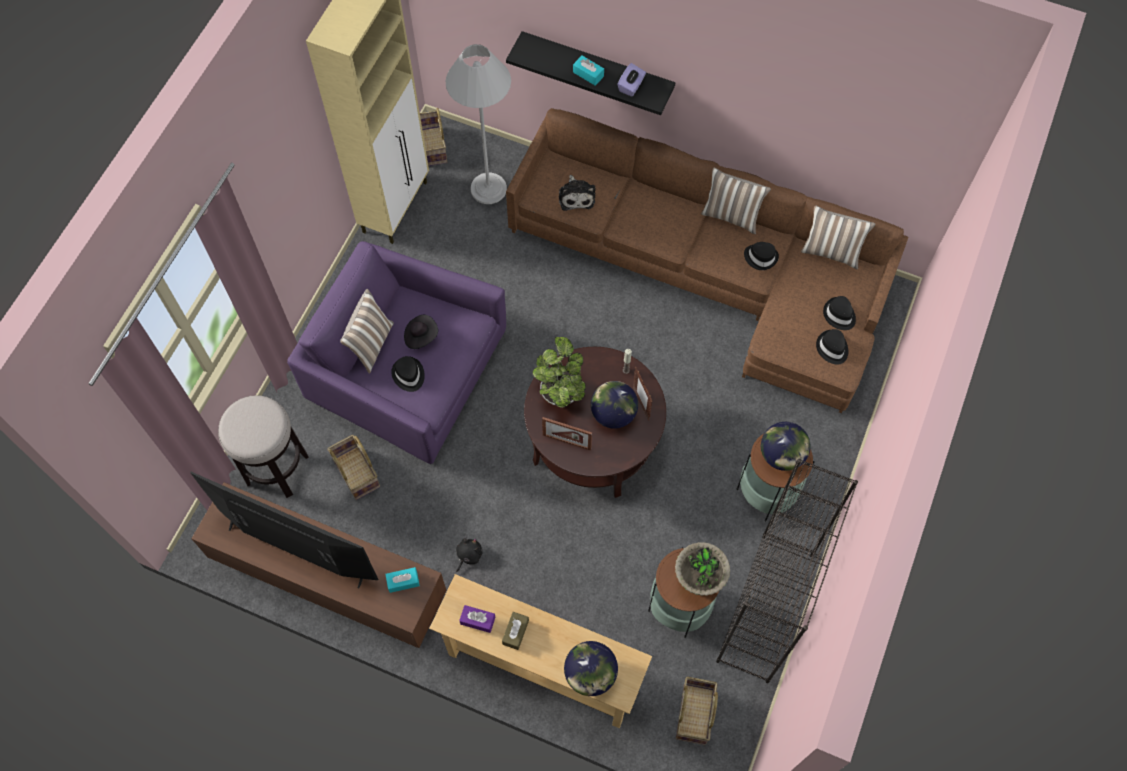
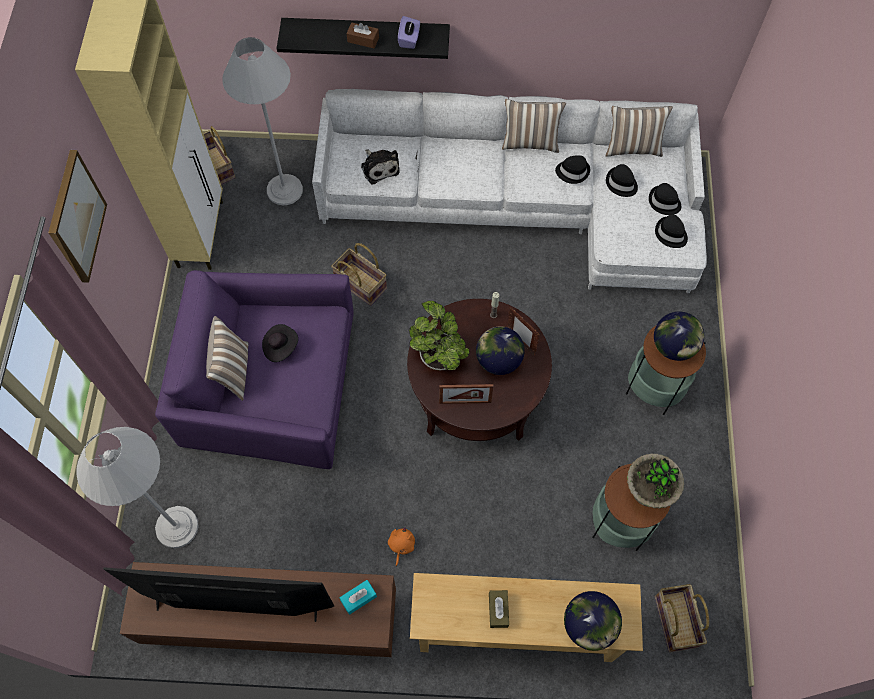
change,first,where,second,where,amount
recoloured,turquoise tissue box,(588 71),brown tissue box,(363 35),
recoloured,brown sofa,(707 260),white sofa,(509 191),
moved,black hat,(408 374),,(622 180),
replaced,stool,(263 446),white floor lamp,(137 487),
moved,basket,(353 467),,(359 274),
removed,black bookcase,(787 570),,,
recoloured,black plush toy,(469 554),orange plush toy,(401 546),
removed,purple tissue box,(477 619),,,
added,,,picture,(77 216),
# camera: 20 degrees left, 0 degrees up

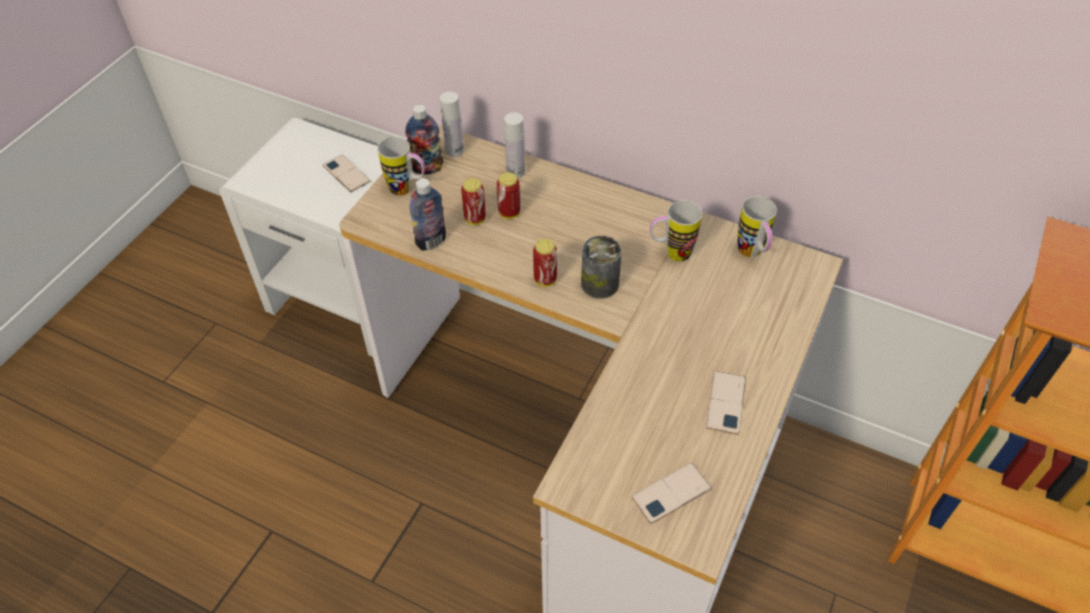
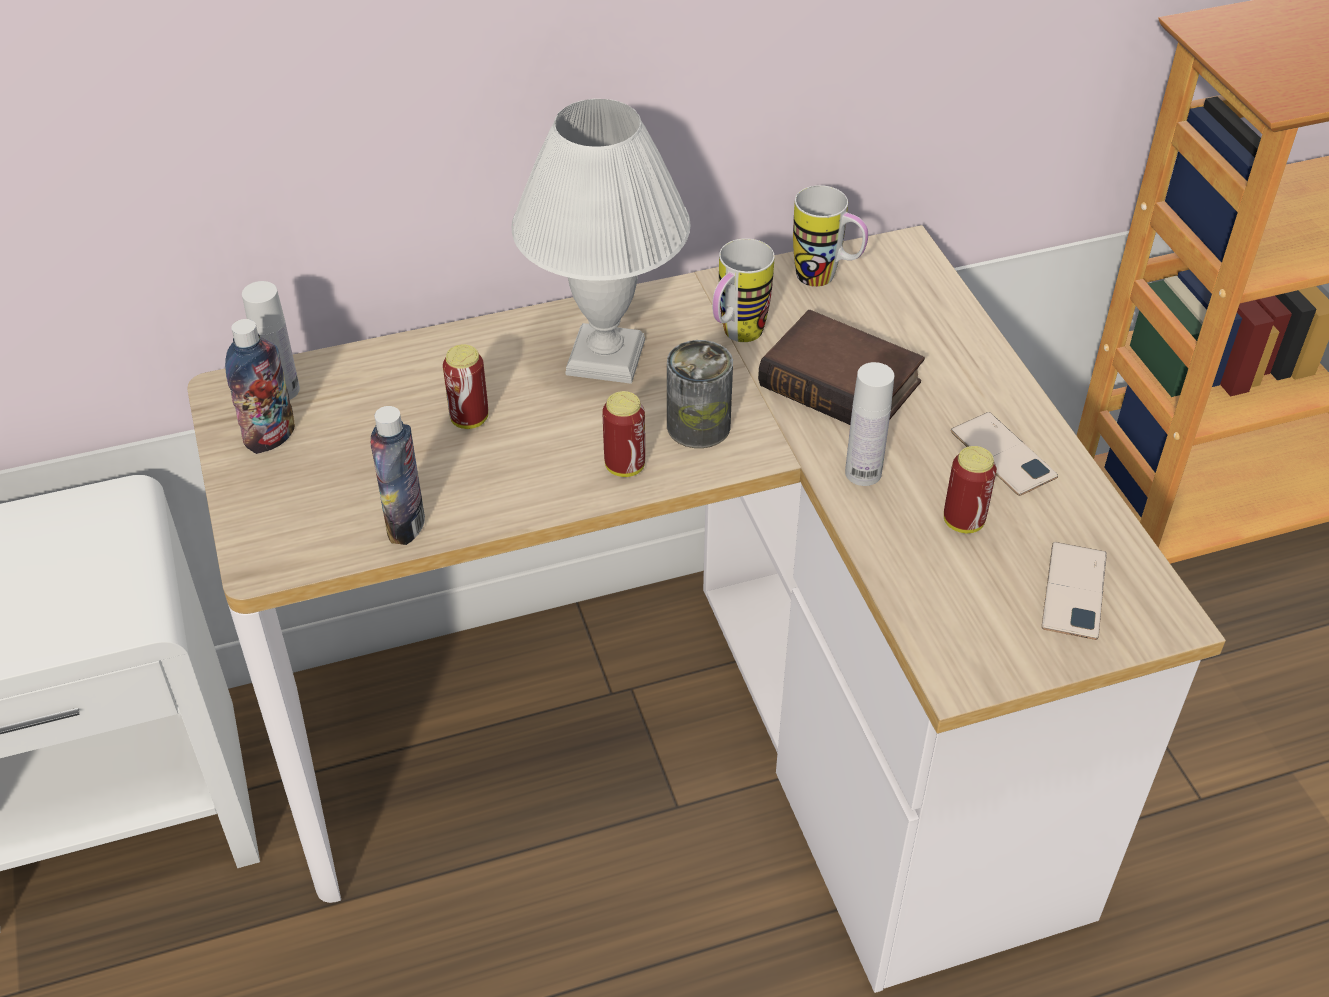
change,first,where,second,where,amount
moved,white bottle,(514 145),,(869 424),
removed,mug,(401 166),,,
removed,phone,(346 173),,,
moved,can,(473 201),,(970 489),
added,,,white table lamp,(601 241),
added,,,book,(841 367),
# camera: 45 degrees left, 5 degrees down

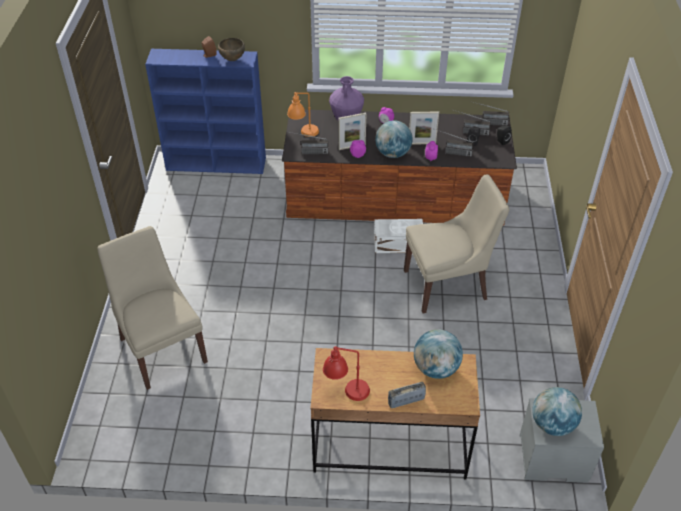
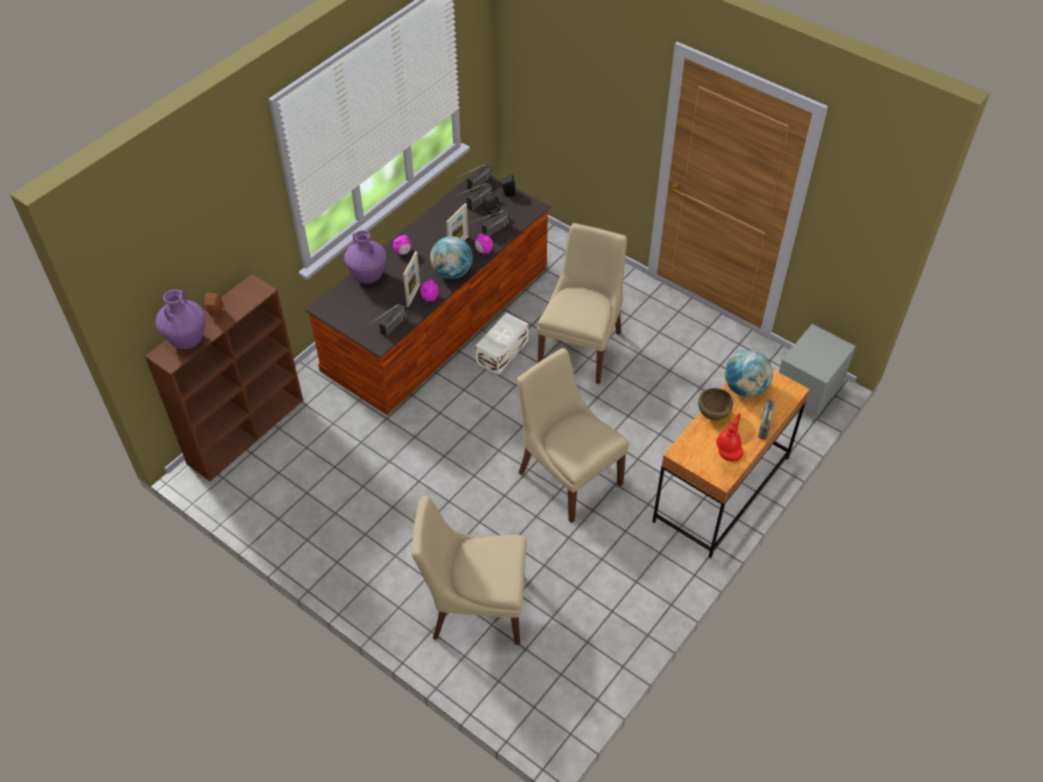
change,first,where,second,where,amount
moved,brown bowl,(231 49),,(715 404),
recoloured,blue bookcase,(205 111),brown bookcase,(224 377),
removed,orange table lamp,(303 114),,,
removed,globe,(557 411),,,
added,,,purple vase,(180 319),
added,,,beige chair,(573 435),
# camera: 55 degrees left, 5 degrees up

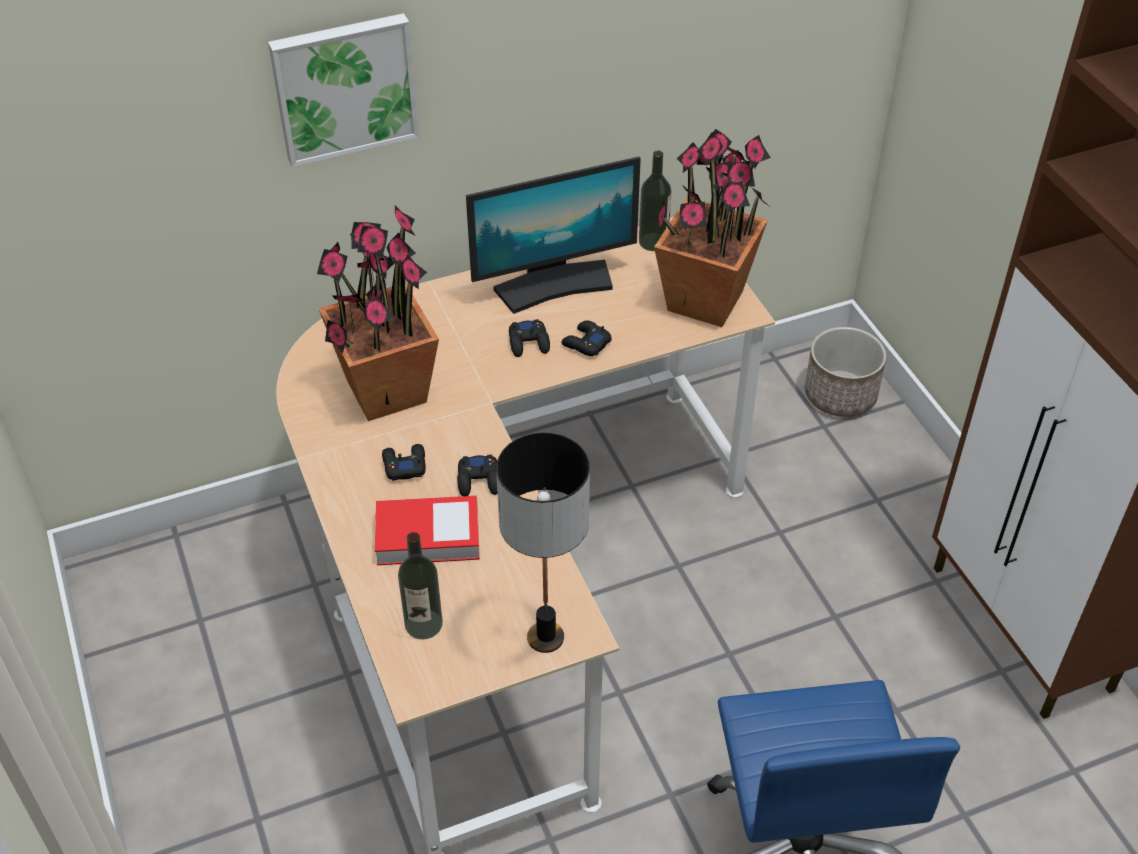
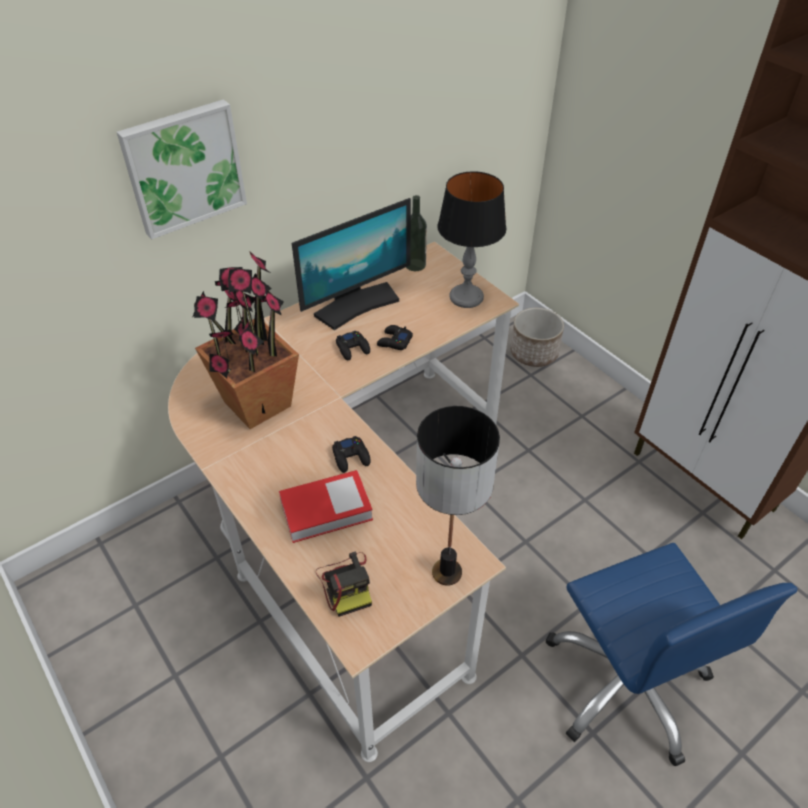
change,first,where,second,where,amount
replaced,potted plant,(712 228),table lamp,(471 239),
removed,black game controller,(404 462),,,
replaced,bottle,(420 585),photo camera,(344 584),
# camera: 15 degrees left, 0 degrees up

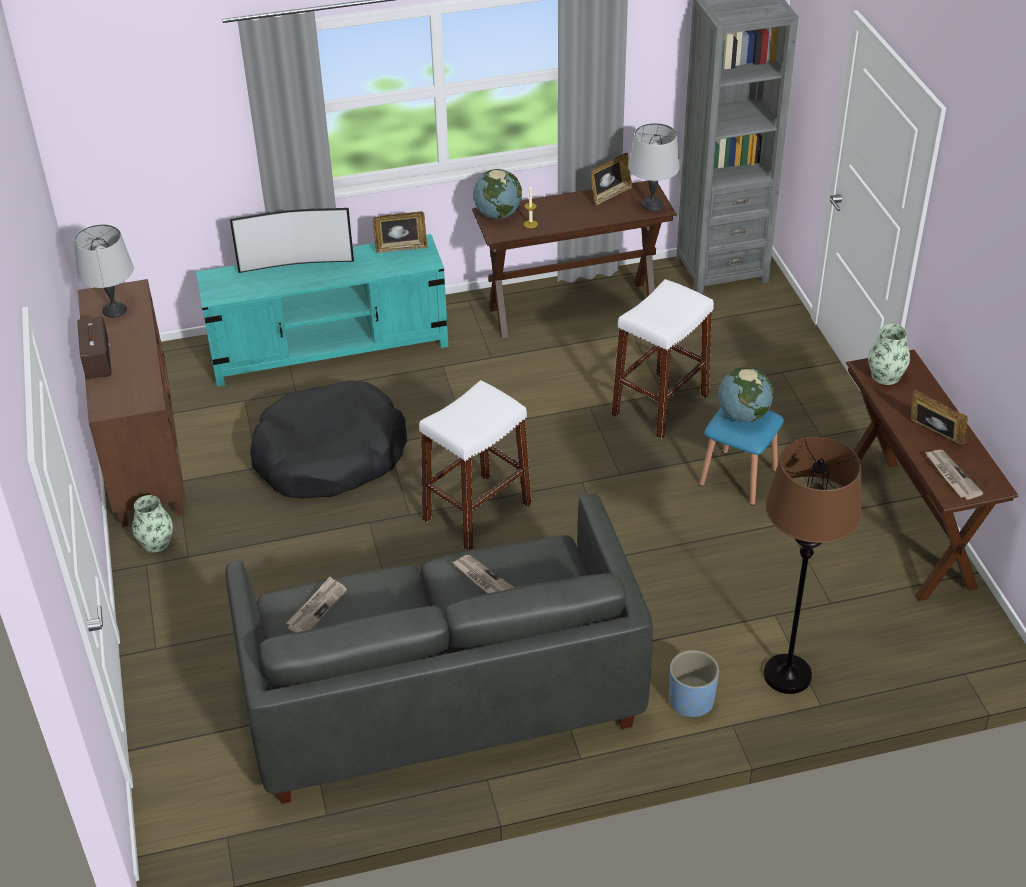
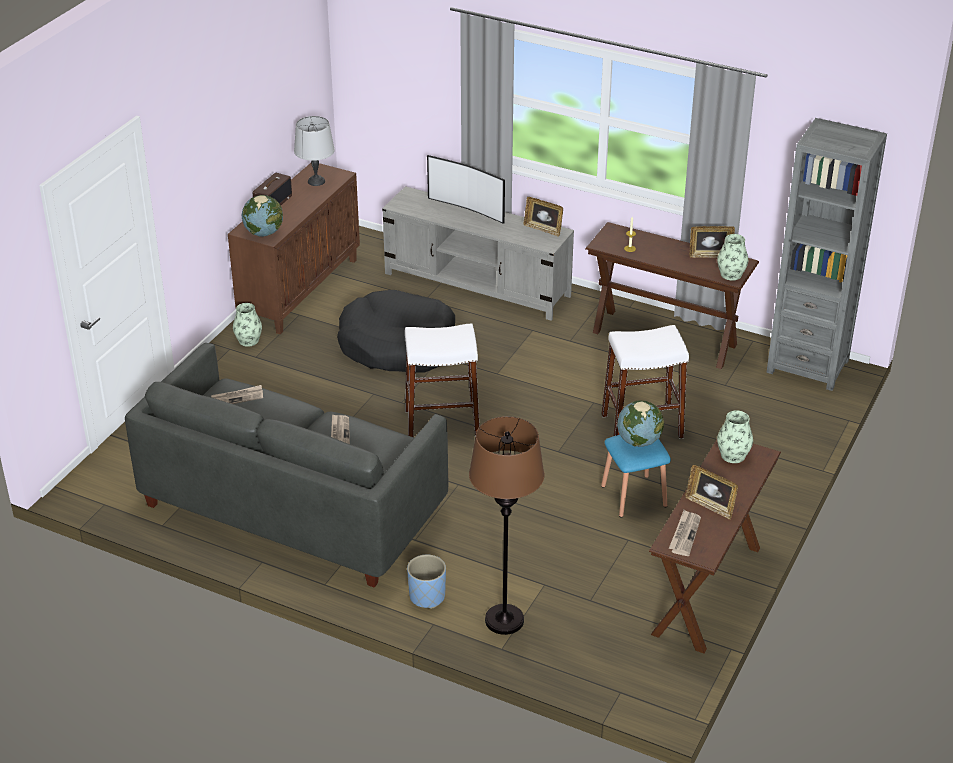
change,first,where,second,where,amount
replaced,grey table lamp,(654 167),vase,(732 257),
moved,globe,(497 194),,(262 216),
recoloured,turquoise tv stand,(322 310),grey tv stand,(478 253),
turned,picture frame,(939 416),,(711 492),135 degrees clockwise
# camera: 40 degrees right, 5 degrees down

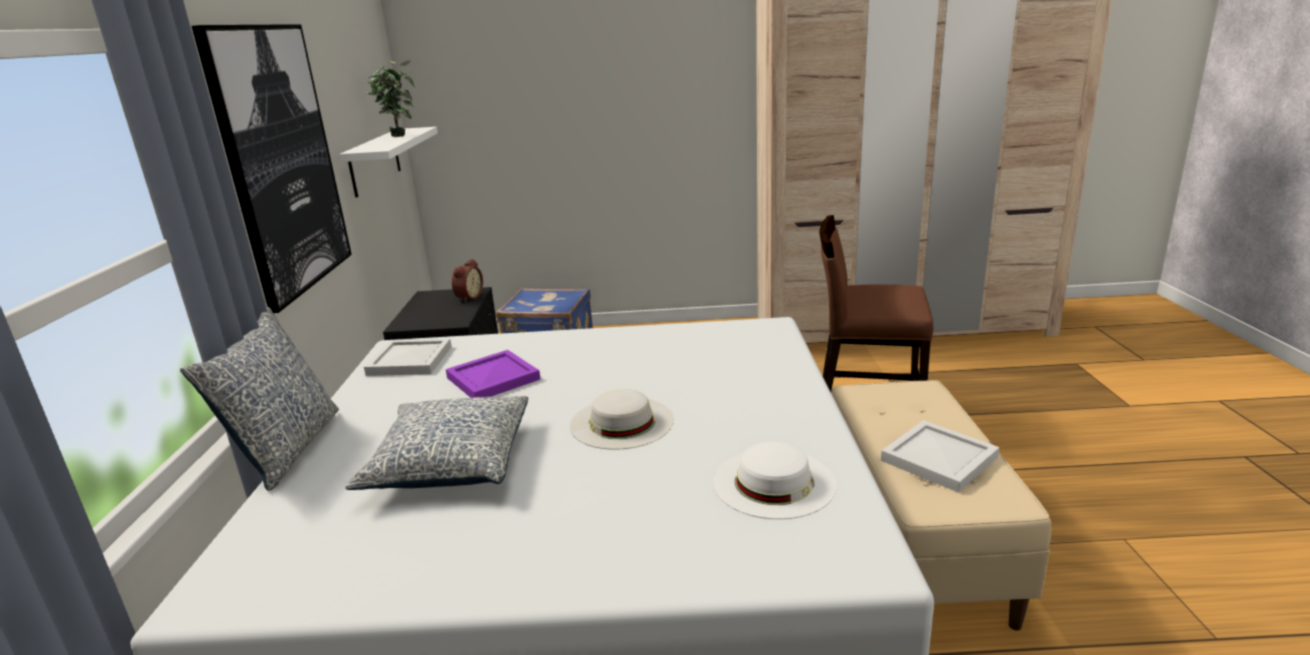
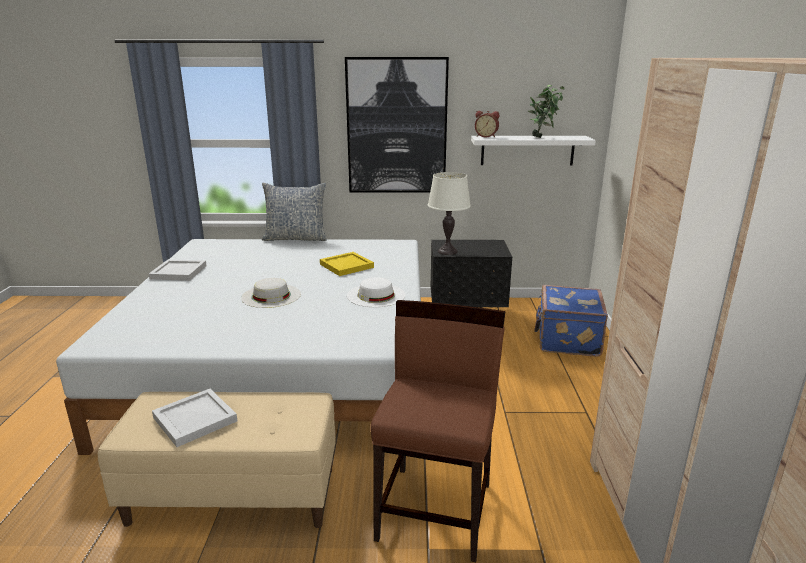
change,first,where,second,where,amount
moved,alarm clock,(467 280),,(487 124),
moved,white tray,(408 357),,(178 270),
recoloured,purple tray,(493 374),yellow tray,(347 264),
removed,pillow,(436 443),,,
moved,white hat,(775 480),,(376 292),
added,,,white table lamp,(449 213),
# camera: 90 degrees right, 0 degrees up

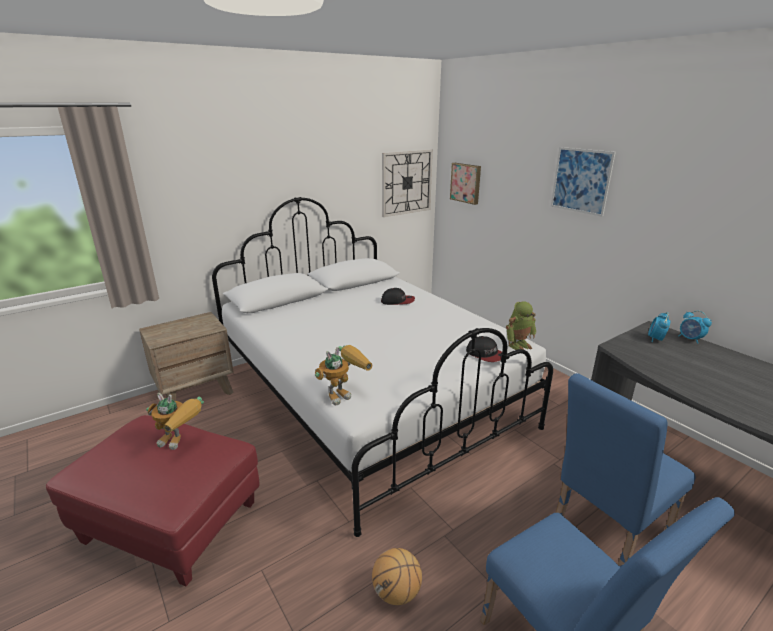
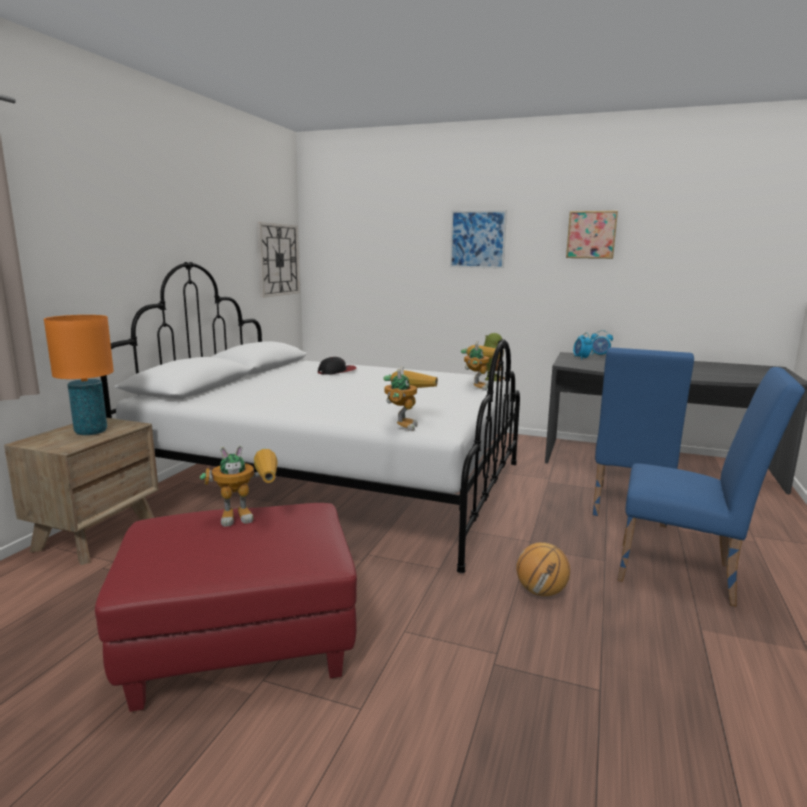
change,first,where,second,where,amount
moved,picture,(465 184),,(592 235),
replaced,cap,(484 349),toy robot,(482 366),
added,,,orange table lamp,(79 375),
# camera: 35 degrees left, 10 degrees down

